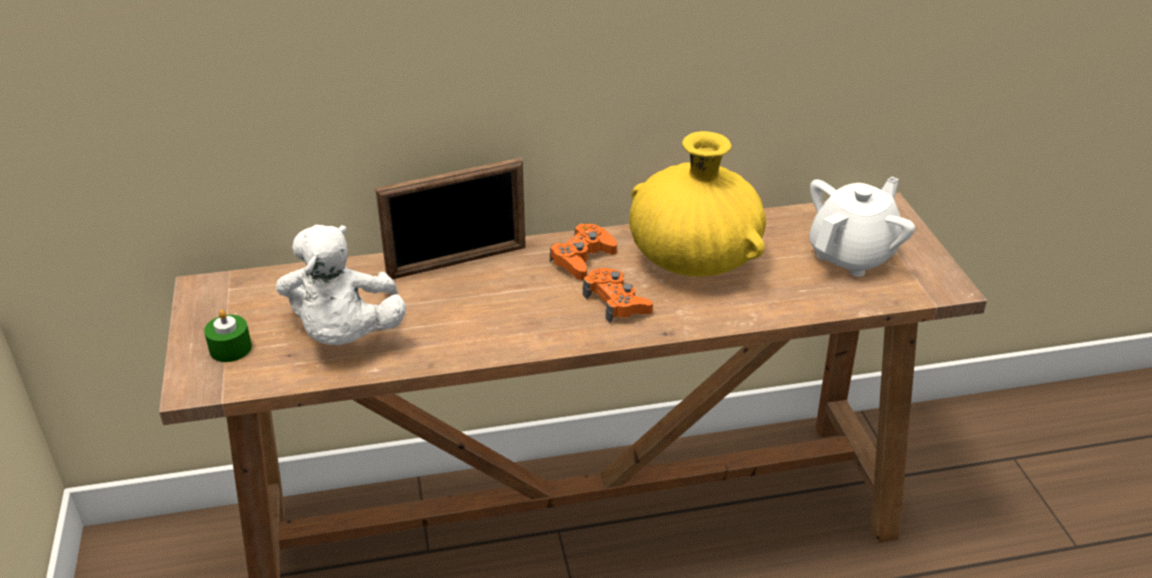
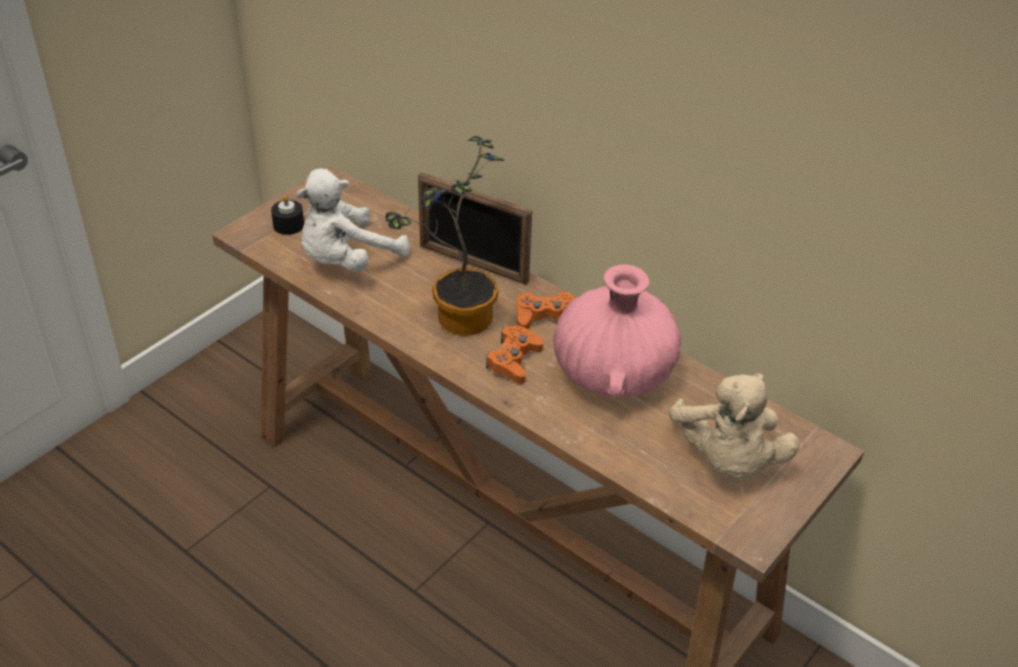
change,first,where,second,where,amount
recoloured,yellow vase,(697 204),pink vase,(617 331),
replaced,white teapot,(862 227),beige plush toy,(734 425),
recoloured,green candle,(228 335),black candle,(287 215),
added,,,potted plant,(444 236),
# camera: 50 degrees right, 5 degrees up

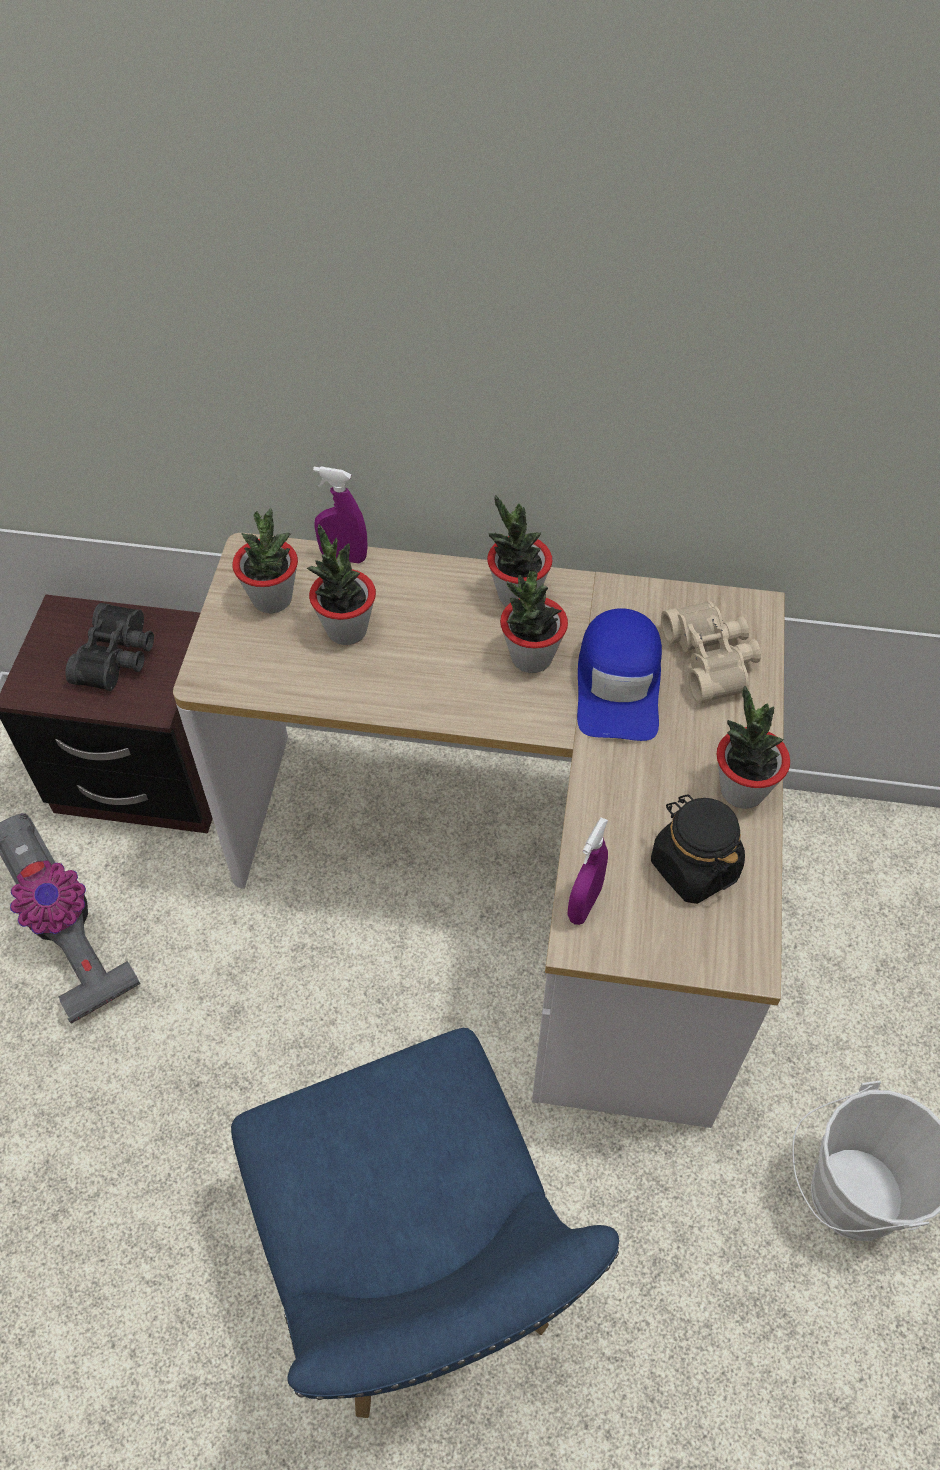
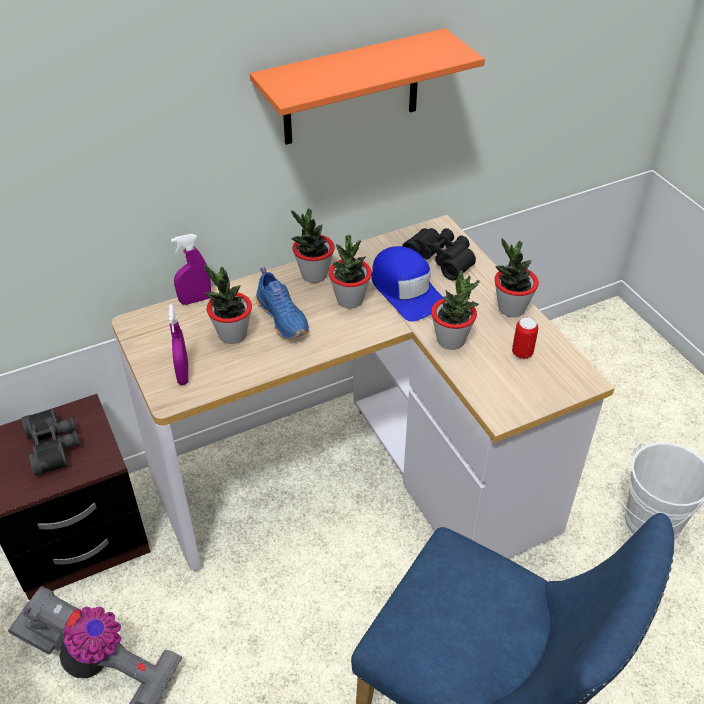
change,first,where,second,where,amount
moved,potted plant,(265 560),,(455 310),
recoloured,beige binoculars,(711 652),black binoculars,(439 254),
replaced,black jar,(698 849),can,(525 338),
moved,purple spray bottle,(587 871),,(178 344),
added,,,orange shelf,(367 86),
added,,,blue shoe,(282 303),
# camera: 35 degrees left, 10 degrees down

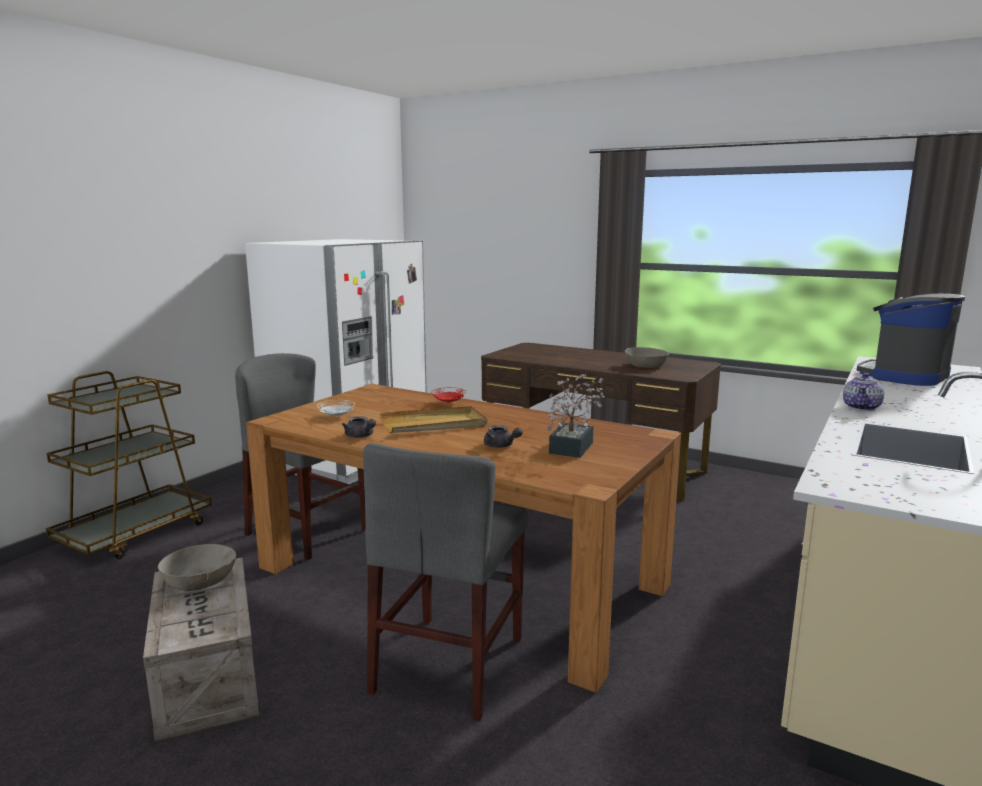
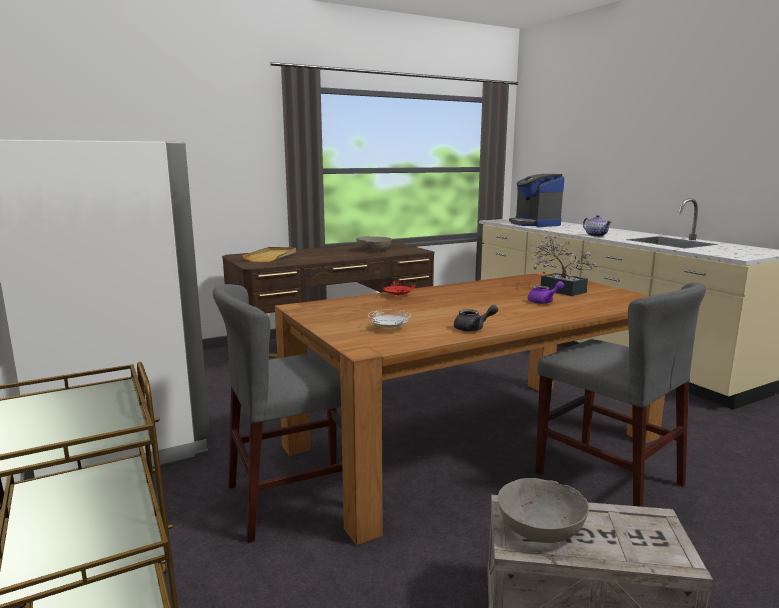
change,first,where,second,where,amount
moved,beige tray,(433 419),,(269 254),
recoloured,grey teapot,(503 436),purple teapot,(546 292),
# camera: 60 degrees left, 0 degrees up

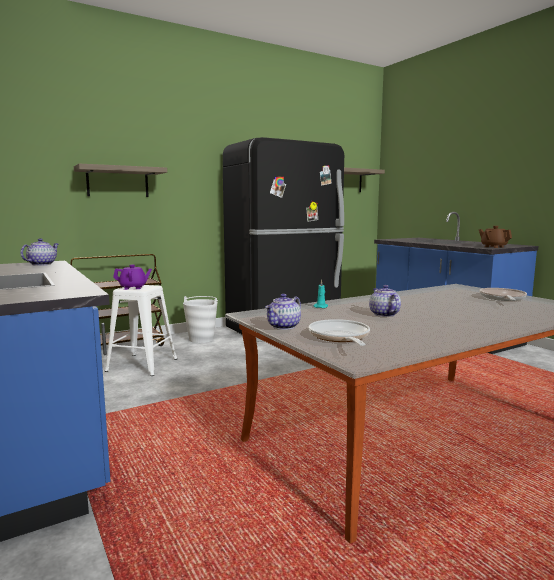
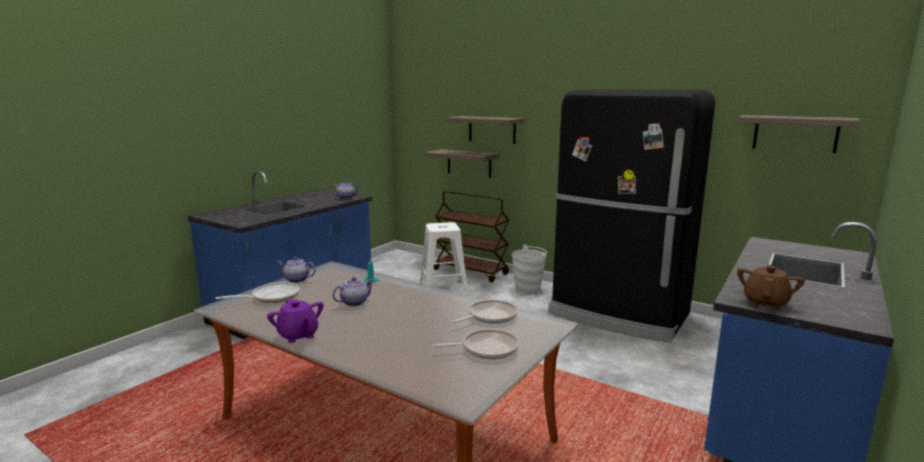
change,first,where,second,where,amount
moved,purple teapot,(132 277),,(295 320),
added,,,shelf,(461 163),
added,,,frying pan,(485 312),
# camera: 65 degrees right, 5 degrees up

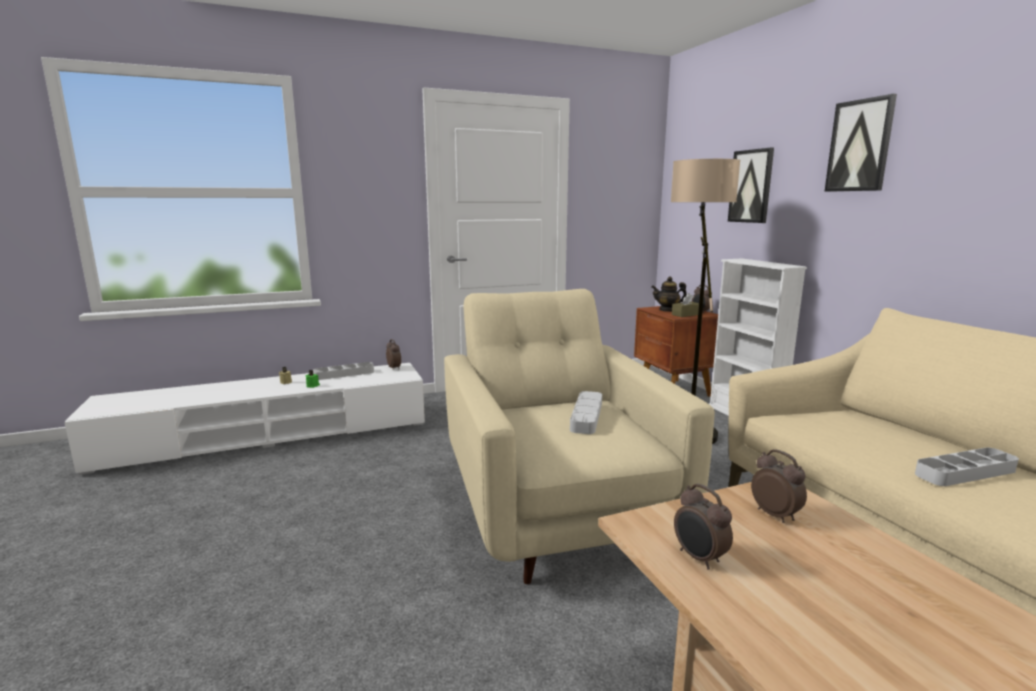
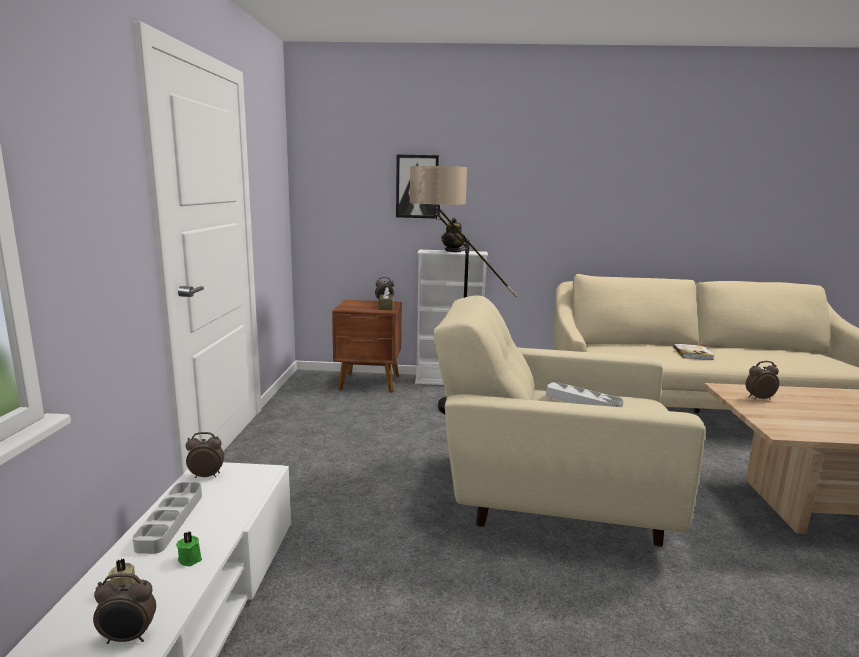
change,first,where,second,where,amount
removed,picture,(860 143),,,
moved,teapot,(669 294),,(453 235),
replaced,grey tray,(967 467),book,(694 352),
moved,alarm clock,(703 527),,(124 608),
# camera: 65 degrees left, 0 degrees up

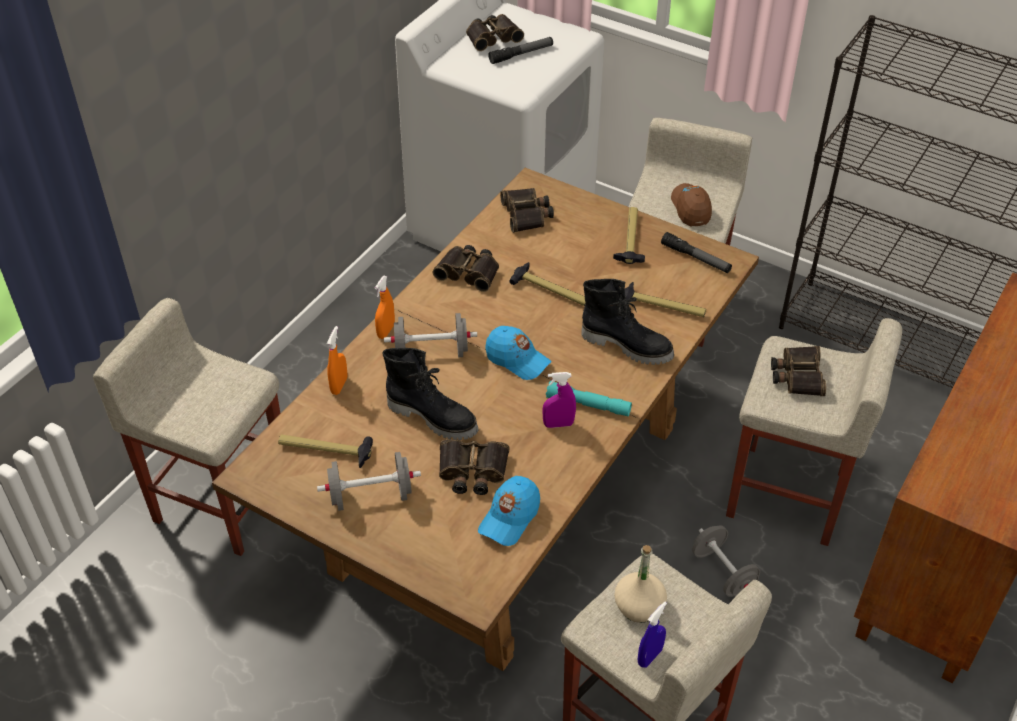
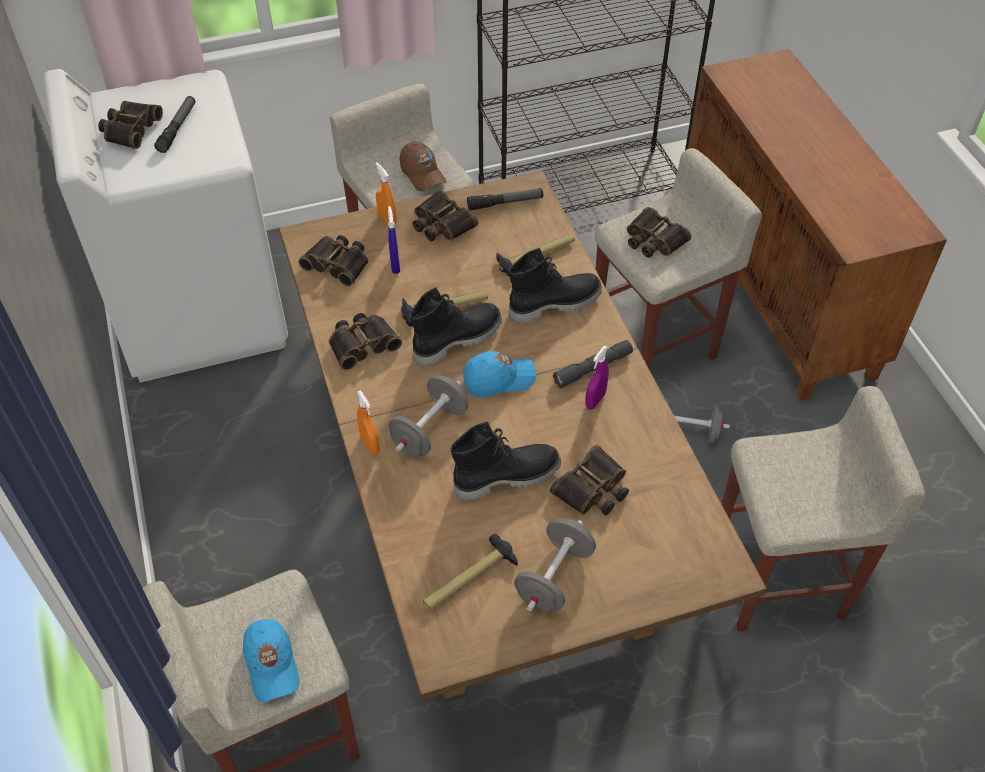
change,first,where,second,where,amount
turned,brown cap,(691 204),,(422 166),150 degrees counterclockwise
replaced,hammer,(629 235),binoculars,(445 216),
moved,orange spray bottle,(337 360),,(385 193),
recoloured,turquoise flashlight,(589 398),grey flashlight,(593 364),
moved,blue cap,(509 511),,(271 660),
removed,beige bottle,(640 584),,,
moved,blue spray bottle,(652 634),,(394 240),
added,,,black boot,(456 327),
# camera: 50 degrees left, 5 degrees up

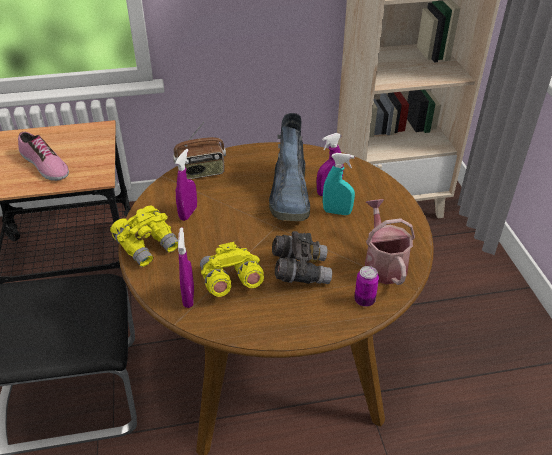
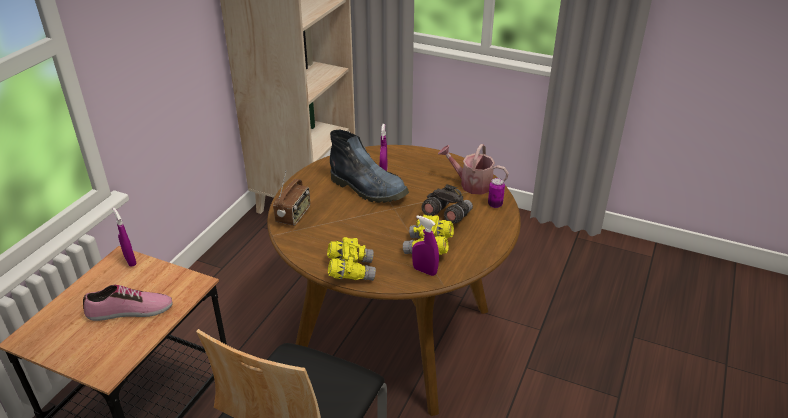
change,first,where,second,where,amount
moved,purple spray bottle,(186 185),,(125 237),
removed,turquoise spray bottle,(339 184),,,
# camera: 55 degrees left, 5 degrees down

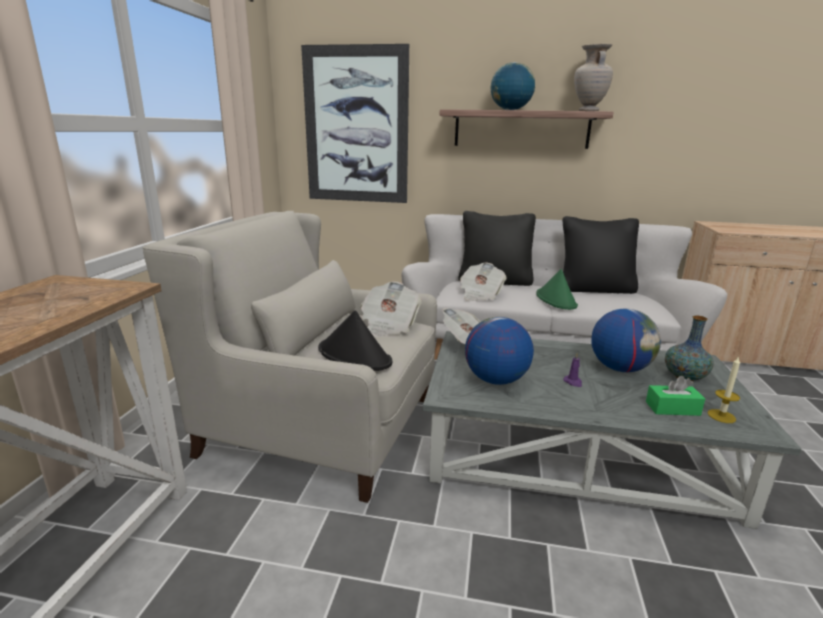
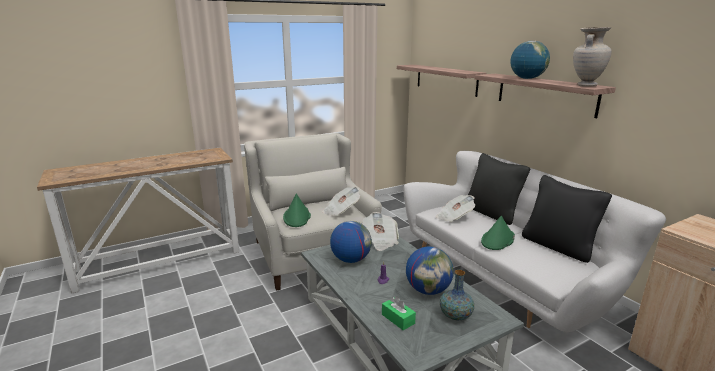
change,first,where,second,where,amount
replaced,picture,(355 123),shelf,(441 81),
recoloured,black hat,(355 340),green hat,(297 210),
removed,candle,(723 389),,,
# camera: 50 degrees right, 0 degrees up

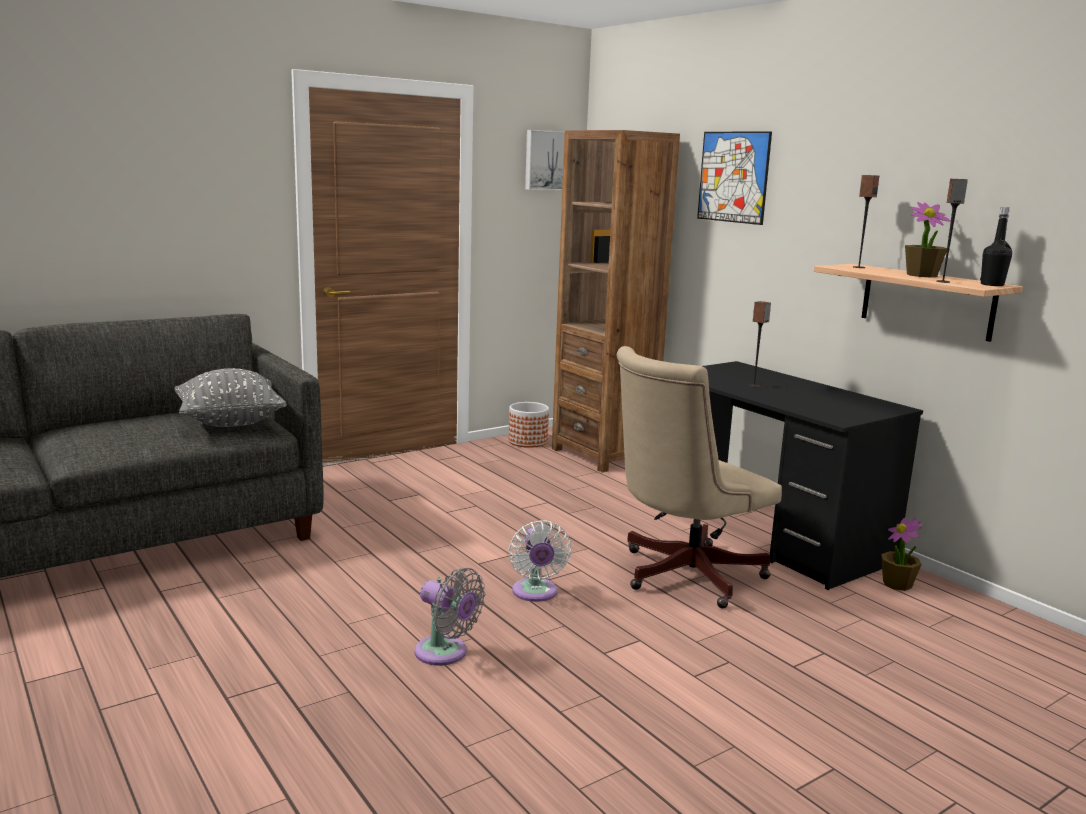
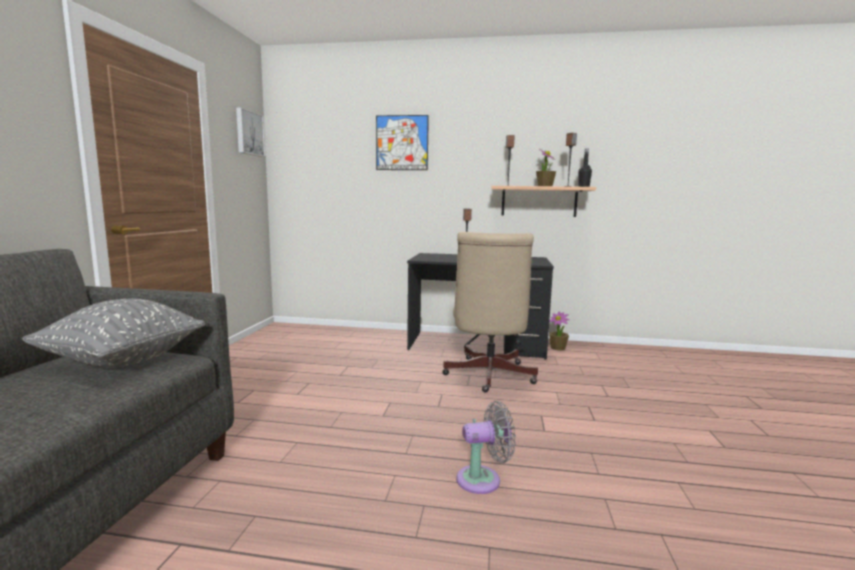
change,first,where,second,where,amount
removed,brown bookcase,(616 301),,,
removed,planter,(529 425),,,
removed,white fan,(540 561),,,
# camera: 45 degrees left, 5 degrees down

